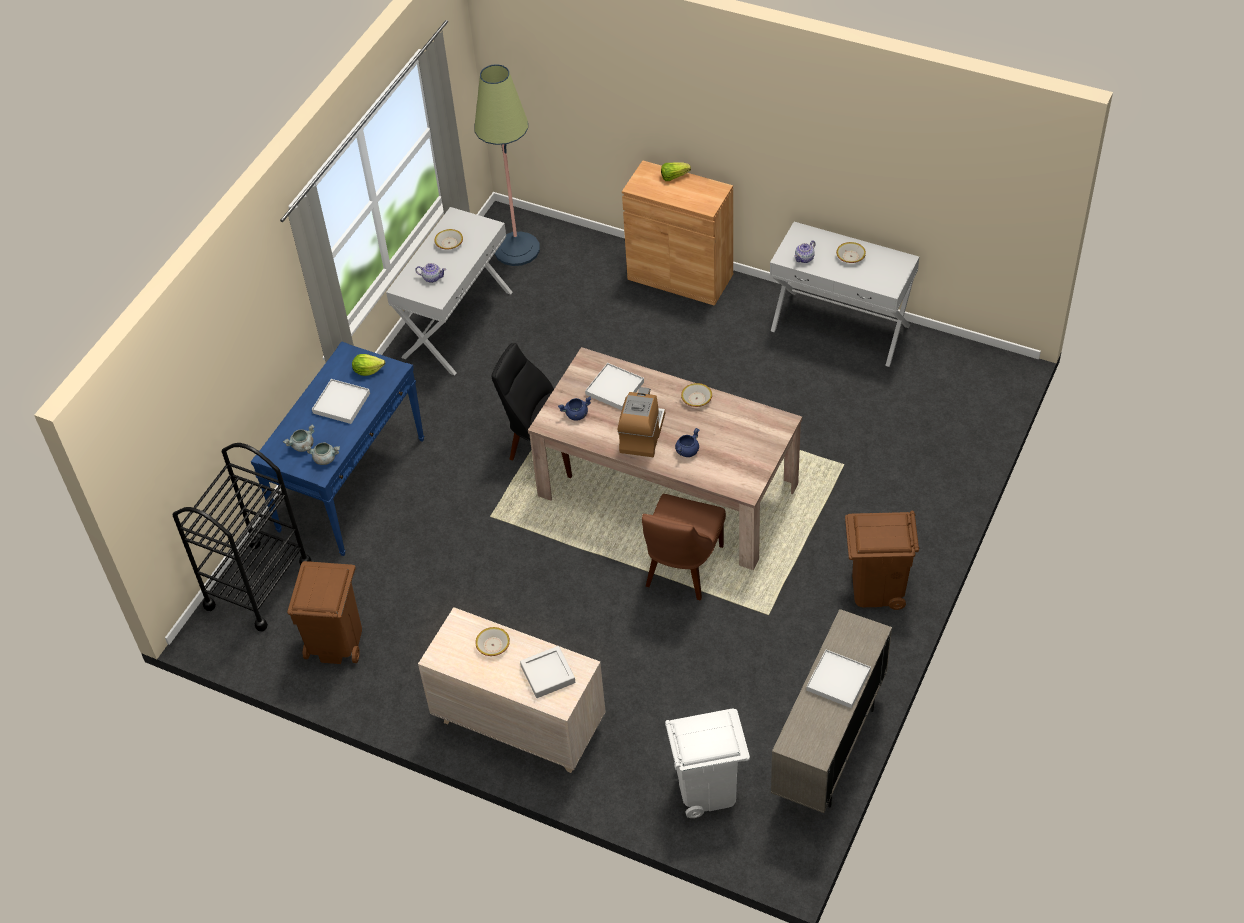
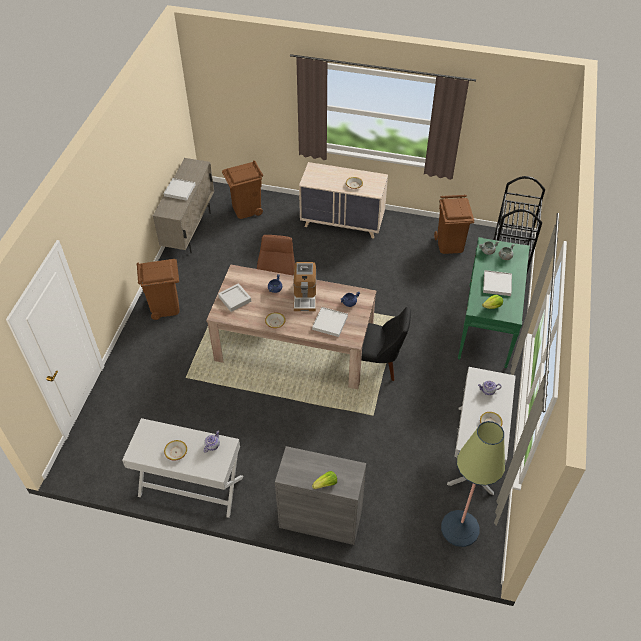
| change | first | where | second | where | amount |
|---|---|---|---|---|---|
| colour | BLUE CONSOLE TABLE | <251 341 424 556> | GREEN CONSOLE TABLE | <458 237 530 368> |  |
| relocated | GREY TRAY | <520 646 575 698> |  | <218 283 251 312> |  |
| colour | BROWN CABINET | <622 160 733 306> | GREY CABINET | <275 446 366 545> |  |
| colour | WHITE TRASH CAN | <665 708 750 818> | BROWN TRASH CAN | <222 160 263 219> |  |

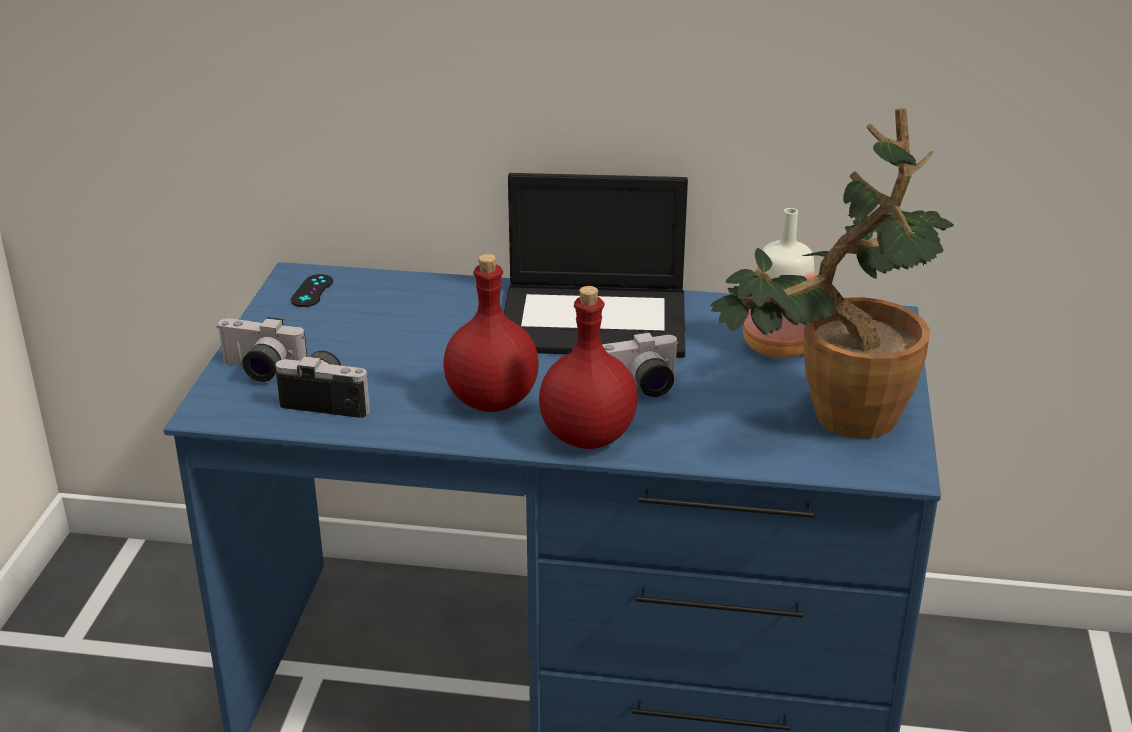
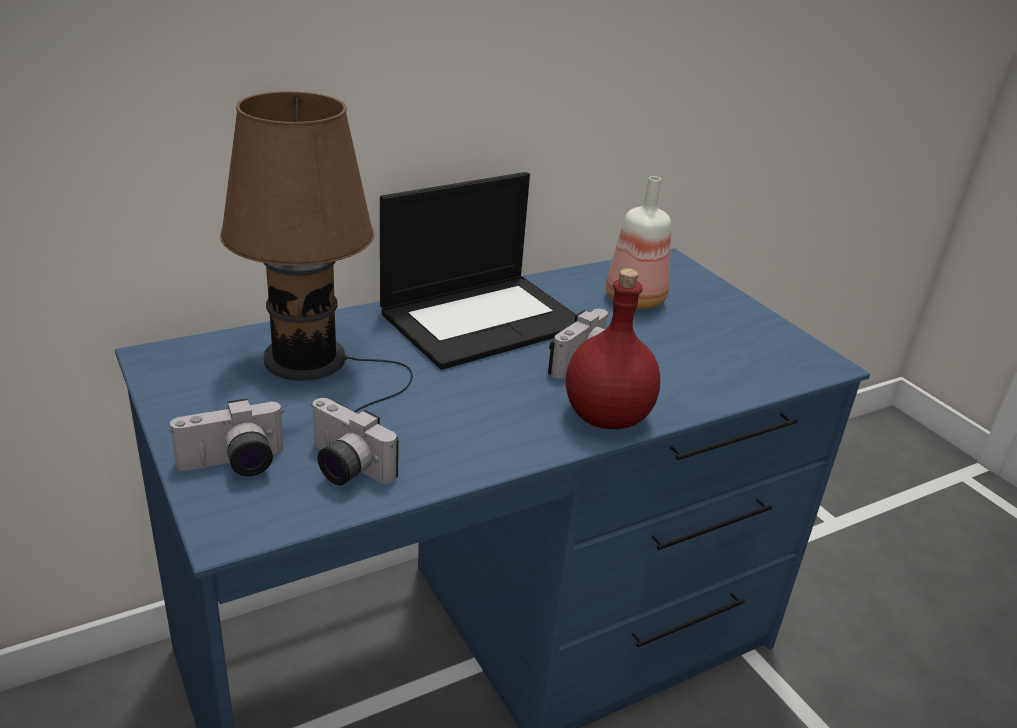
| change | first | where | second | where | amount |
|---|---|---|---|---|---|
| spun | PHOTO CAMERA | <276 351 370 418> |  | <311 398 399 485> | 120 degrees counterclockwise |
| missing | BLACK GAME CONTROLLER | <290 274 333 307> |  |  |  |
| missing | RED BOTTLE | <443 254 539 412> |  |  |  |
| missing | POTTED PLANT | <710 108 954 439> |  |  |  |
| appeared |  |  | BROWN TABLE LAMP | <220 91 413 412> |  |

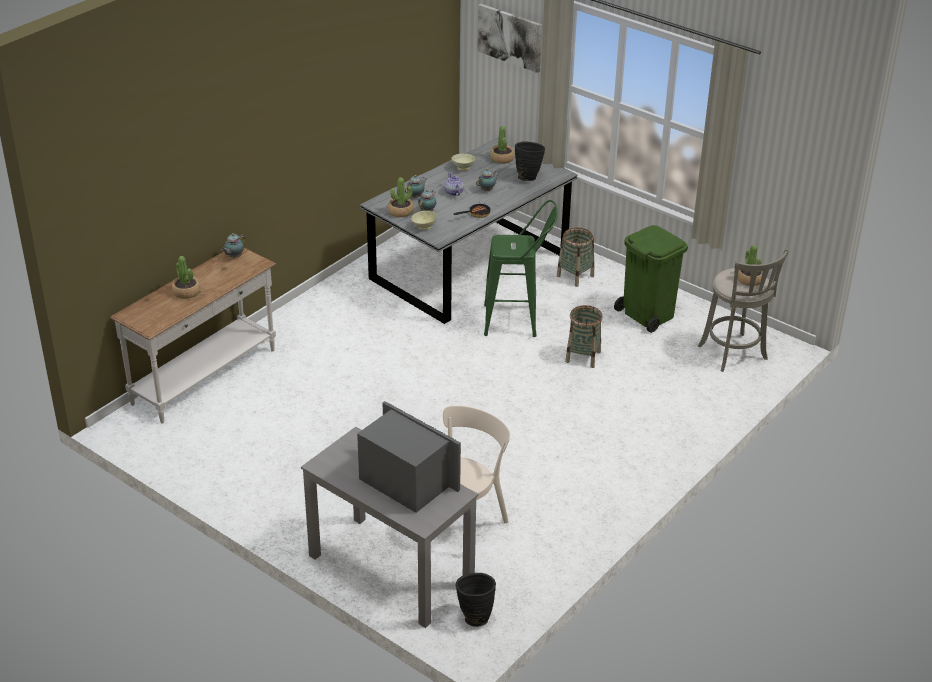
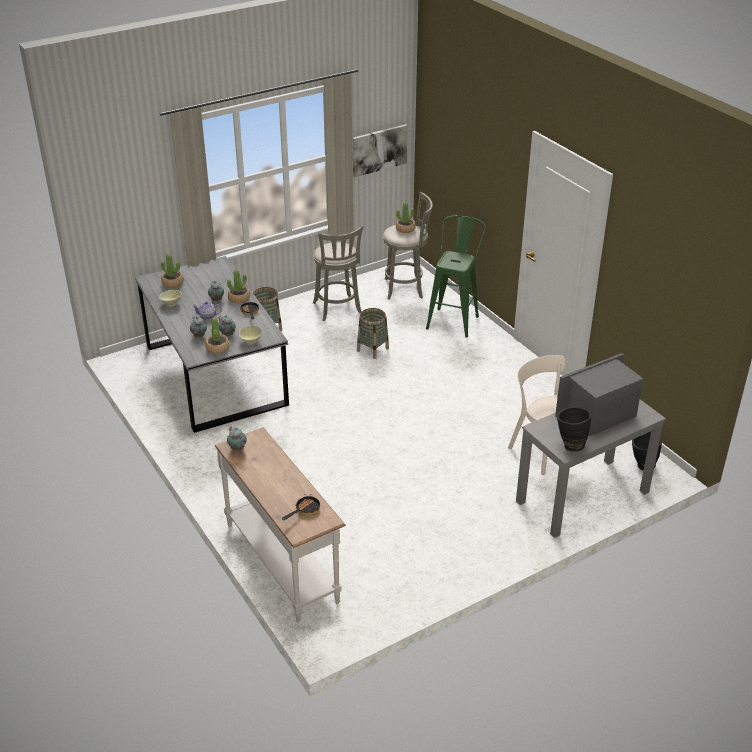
| change | first | where | second | where | amount |
|---|---|---|---|---|---|
| relocated | POTTED PLANT | <172 256 201 299> |  | <227 269 250 303> |  |
| relocated | PICTURE | <477 4 542 73> |  | <353 124 407 177> |  |
| relocated | GREEN STOOL | <484 200 558 337> |  | <426 215 486 338> |  |
| relocated | BLACK VASE | <515 141 545 181> |  | <557 407 591 452> |  |
| exchanged | GREEN TRASH CAN | <614 225 688 333> | GREY STOOL | <313 225 364 321> |  |
| appeared |  |  | FRYING PAN | <282 496 320 520> |  |

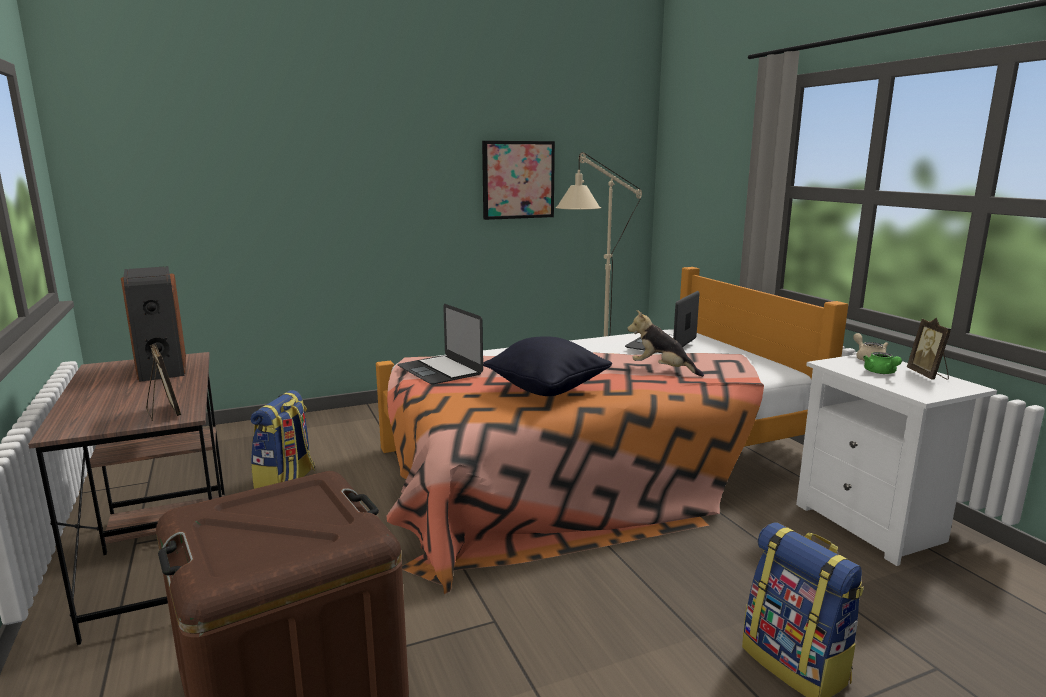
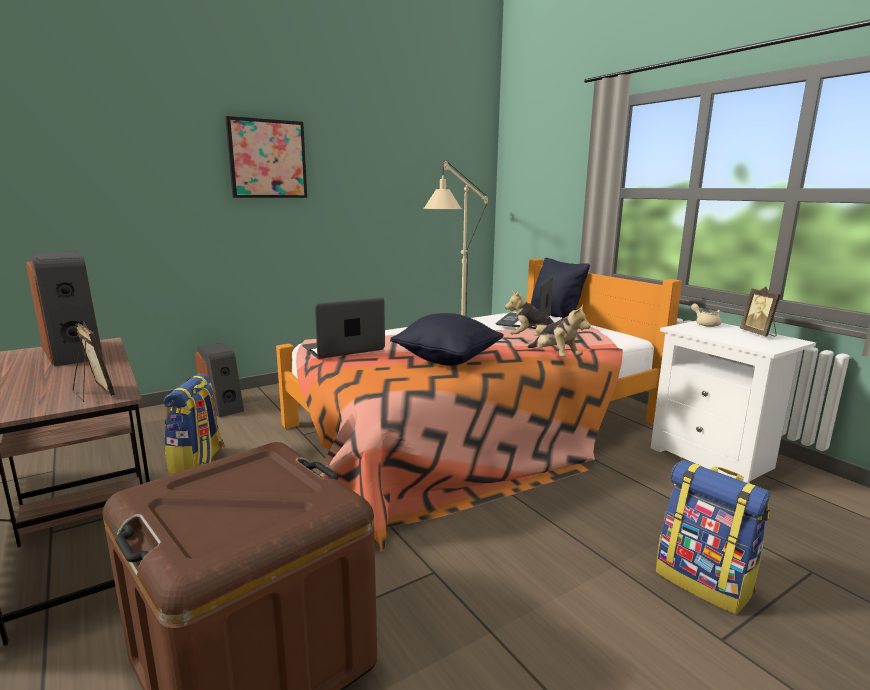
| change | first | where | second | where | amount |
|---|---|---|---|---|---|
| spun | LAPTOP | <397 304 483 384> |  | <302 297 385 359> | 105 degrees clockwise |
| relocated | PICTURE | <482 141 555 220> |  | <225 116 307 198> |  |
| missing | GREEN TEAPOT | <863 352 902 374> |  |  |  |
| appeared |  |  | SPEAKER | <195 343 244 417> |  |
| appeared |  |  | PLUSH TOY | <528 305 591 357> |  |
| appeared |  |  | BLACK PILLOW | <531 258 590 318> |  |

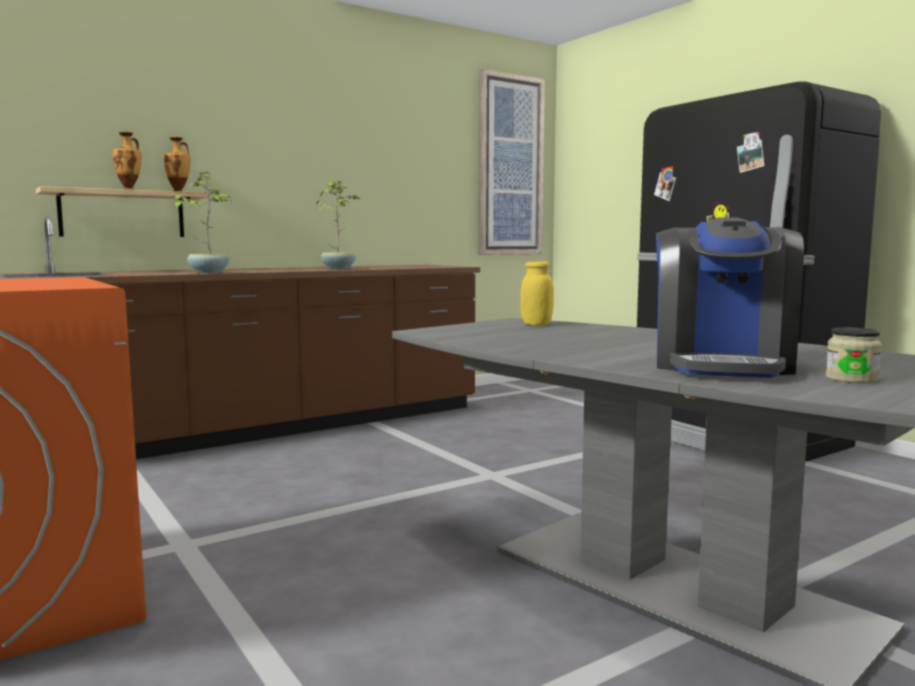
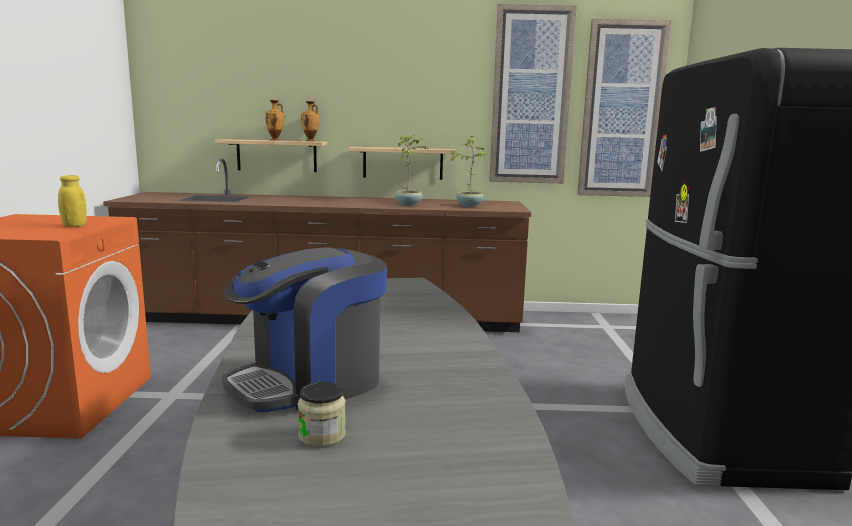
| change | first | where | second | where | amount |
|---|---|---|---|---|---|
| relocated | POTTED PLANT | <170 172 232 273> |  | <449 136 487 207> |  |
| relocated | YELLOW JAR | <520 261 554 326> |  | <58 175 87 227> |  |
| appeared |  |  | SHELF | <348 147 456 180> |  |
| appeared |  |  | PICTURE | <489 4 577 183> |  |

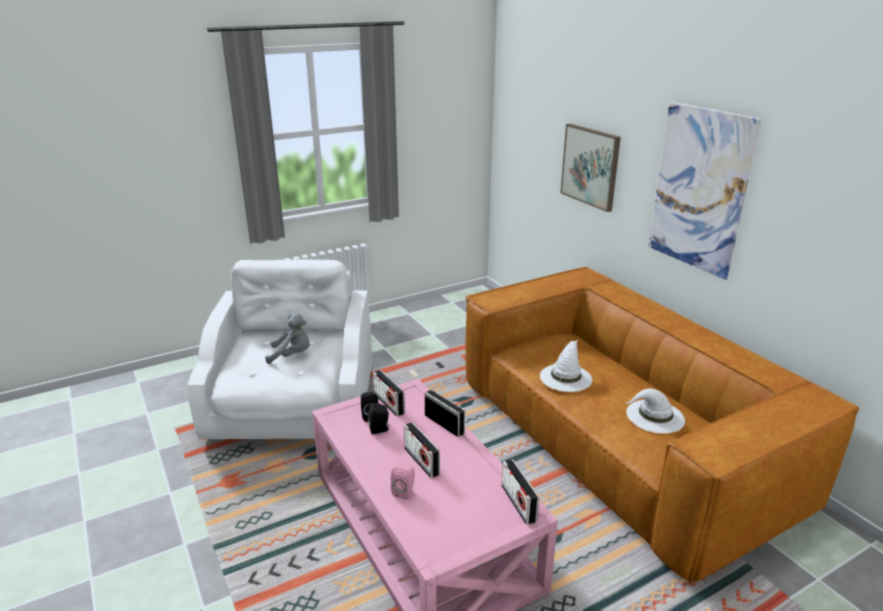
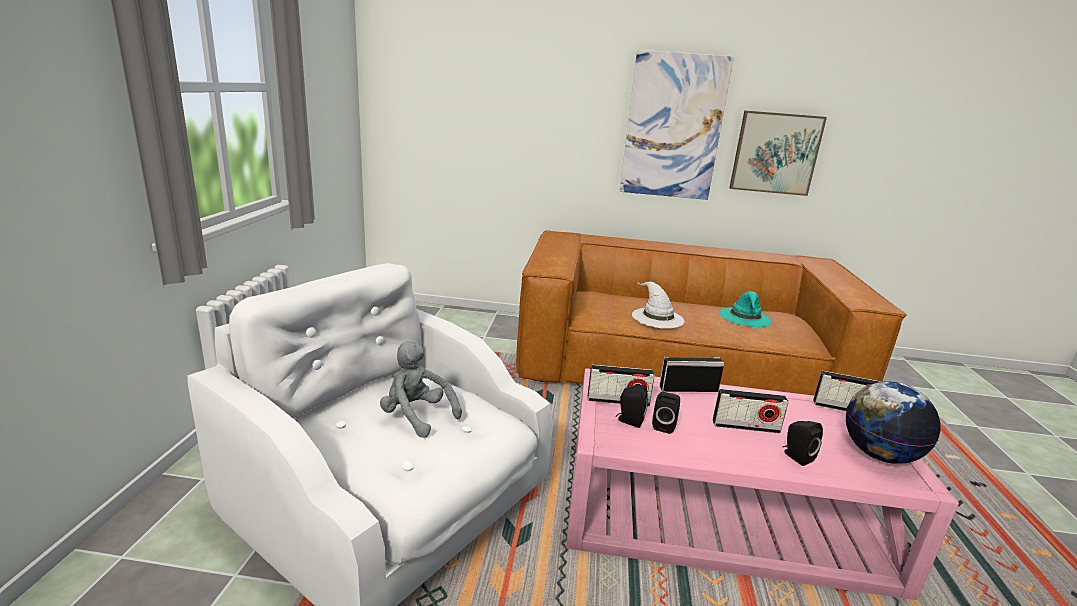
| change | first | where | second | where | amount |
|---|---|---|---|---|---|
| spun | GREY PLUSH TOY | <265 313 310 364> |  | <380 341 462 438> | 90 degrees counterclockwise |
| colour | PINK SPEAKER | <391 464 415 500> | BLACK SPEAKER | <783 421 823 466> |  |
| relocated | PICTURE | <560 124 621 212> |  | <729 110 827 196> |  |
| colour | WHITE HAT | <626 388 685 434> | TURQUOISE HAT | <719 291 772 327> |  |
| appeared |  |  | GLOBE | <846 382 941 464> |  |

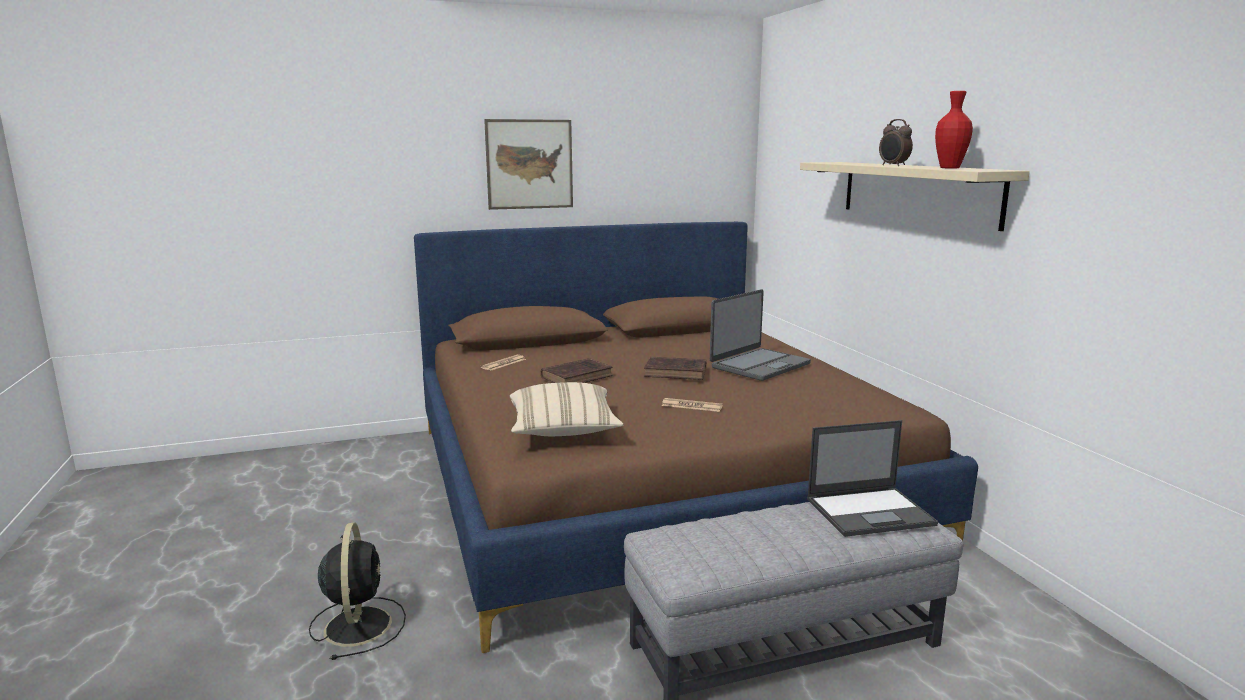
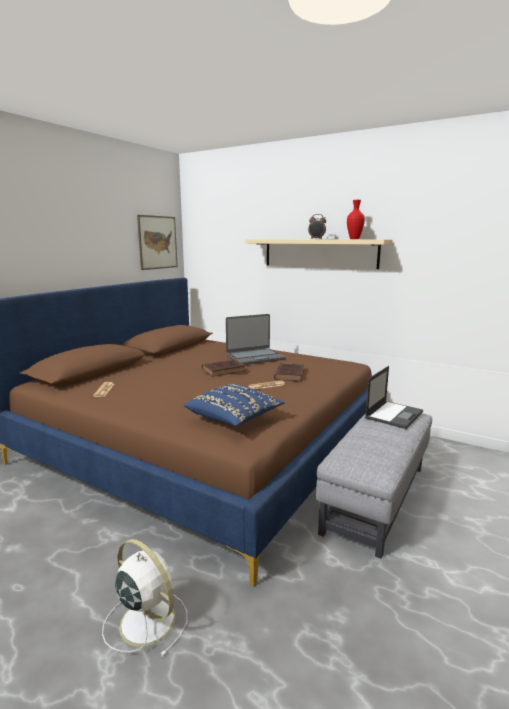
| change | first | where | second | where | amount |
|---|---|---|---|---|---|
| colour | BLACK FAN | <309 523 406 660> | WHITE FAN | <102 539 187 657> |  |
| relocated | PICTURE | <484 119 573 210> |  | <137 215 178 270> |  |
| colour | BEIGE PILLOW | <510 382 623 436> | BLUE PILLOW | <184 384 285 426> |  |
| relocated | BROWN BOOK | <541 358 613 383> |  | <274 363 304 382> |  |
| spun | LAPTOP | <710 289 811 381> |  | <226 314 286 365> | 60 degrees clockwise |

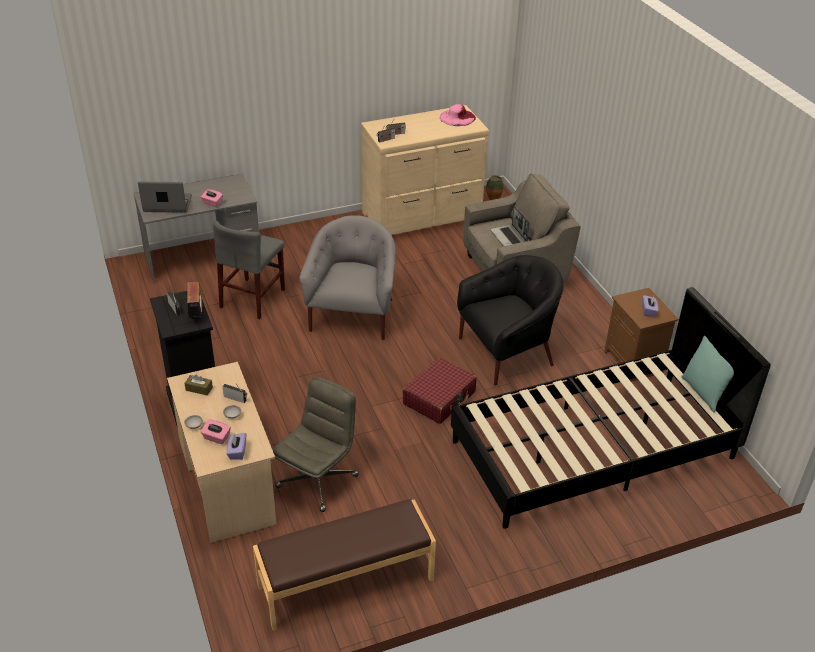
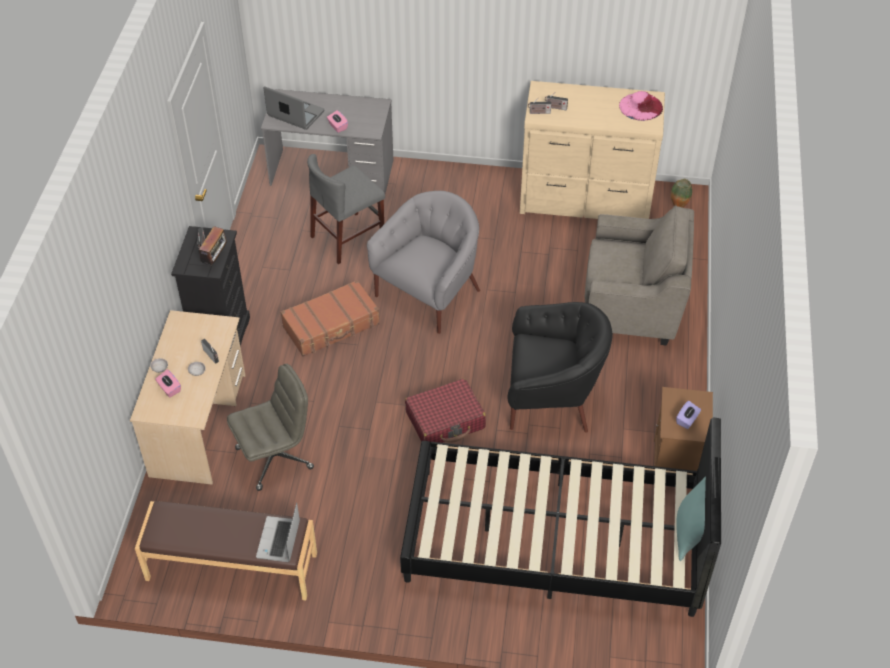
| change | first | where | second | where | amount |
|---|---|---|---|---|---|
| missing | BROWN TISSUE BOX | <185 374 213 395> |  |  |  |
| missing | PURPLE TISSUE BOX | <227 433 246 460> |  |  |  |
| relocated | LAPTOP | <490 205 530 246> |  | <256 503 300 562> |  |
| appeared |  |  | BROWN SUITCASE | <281 280 380 357> |  |

